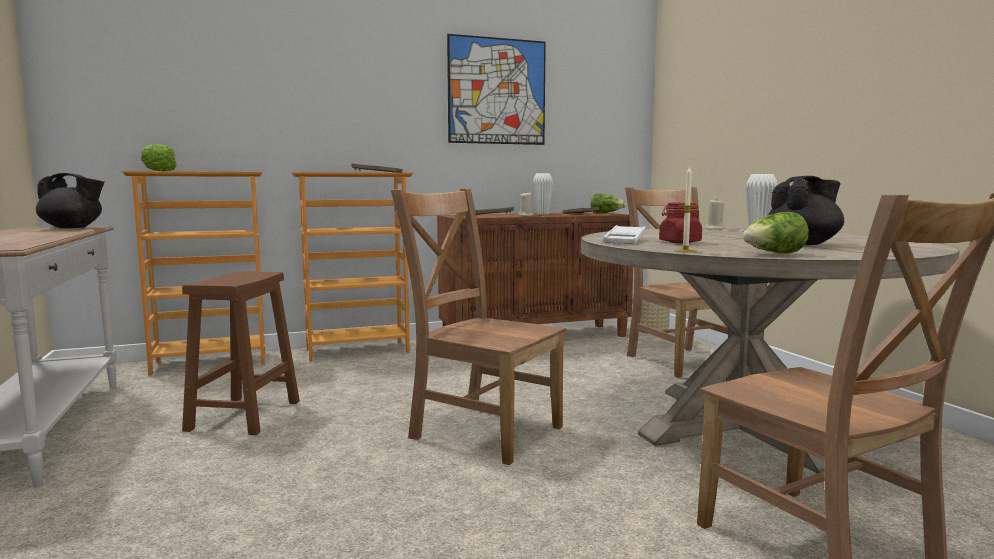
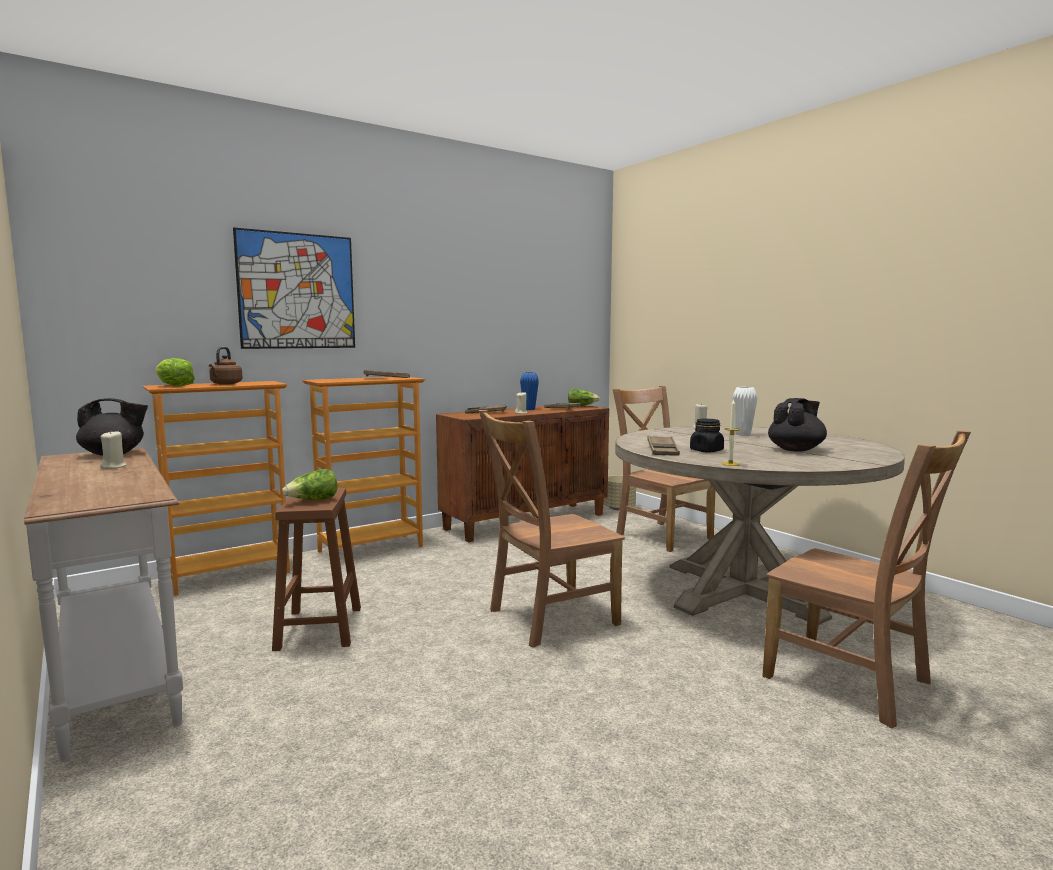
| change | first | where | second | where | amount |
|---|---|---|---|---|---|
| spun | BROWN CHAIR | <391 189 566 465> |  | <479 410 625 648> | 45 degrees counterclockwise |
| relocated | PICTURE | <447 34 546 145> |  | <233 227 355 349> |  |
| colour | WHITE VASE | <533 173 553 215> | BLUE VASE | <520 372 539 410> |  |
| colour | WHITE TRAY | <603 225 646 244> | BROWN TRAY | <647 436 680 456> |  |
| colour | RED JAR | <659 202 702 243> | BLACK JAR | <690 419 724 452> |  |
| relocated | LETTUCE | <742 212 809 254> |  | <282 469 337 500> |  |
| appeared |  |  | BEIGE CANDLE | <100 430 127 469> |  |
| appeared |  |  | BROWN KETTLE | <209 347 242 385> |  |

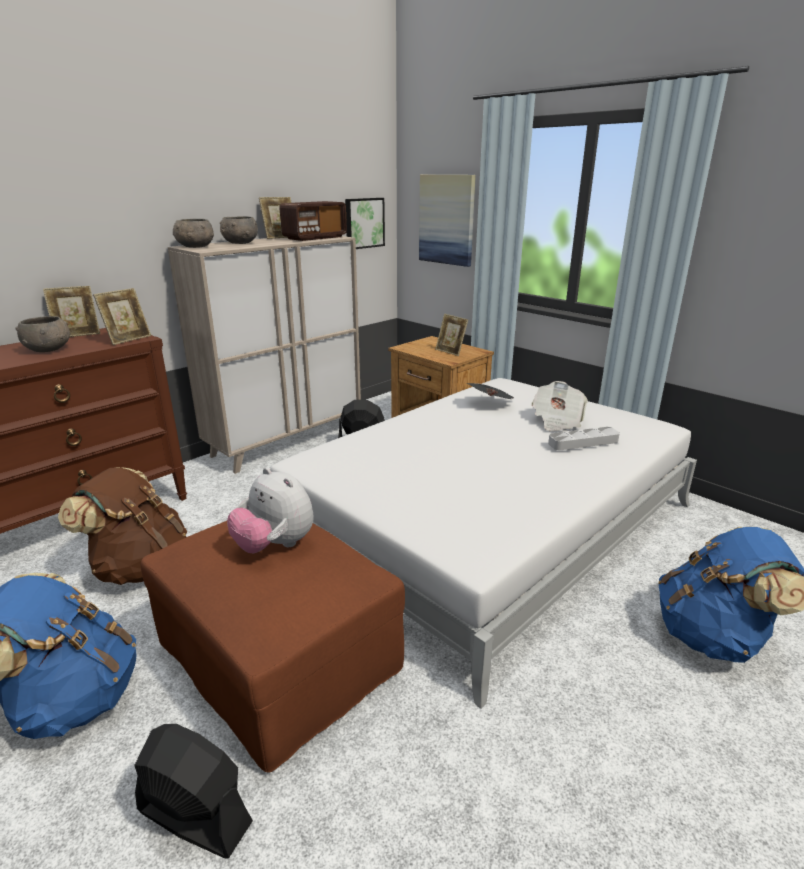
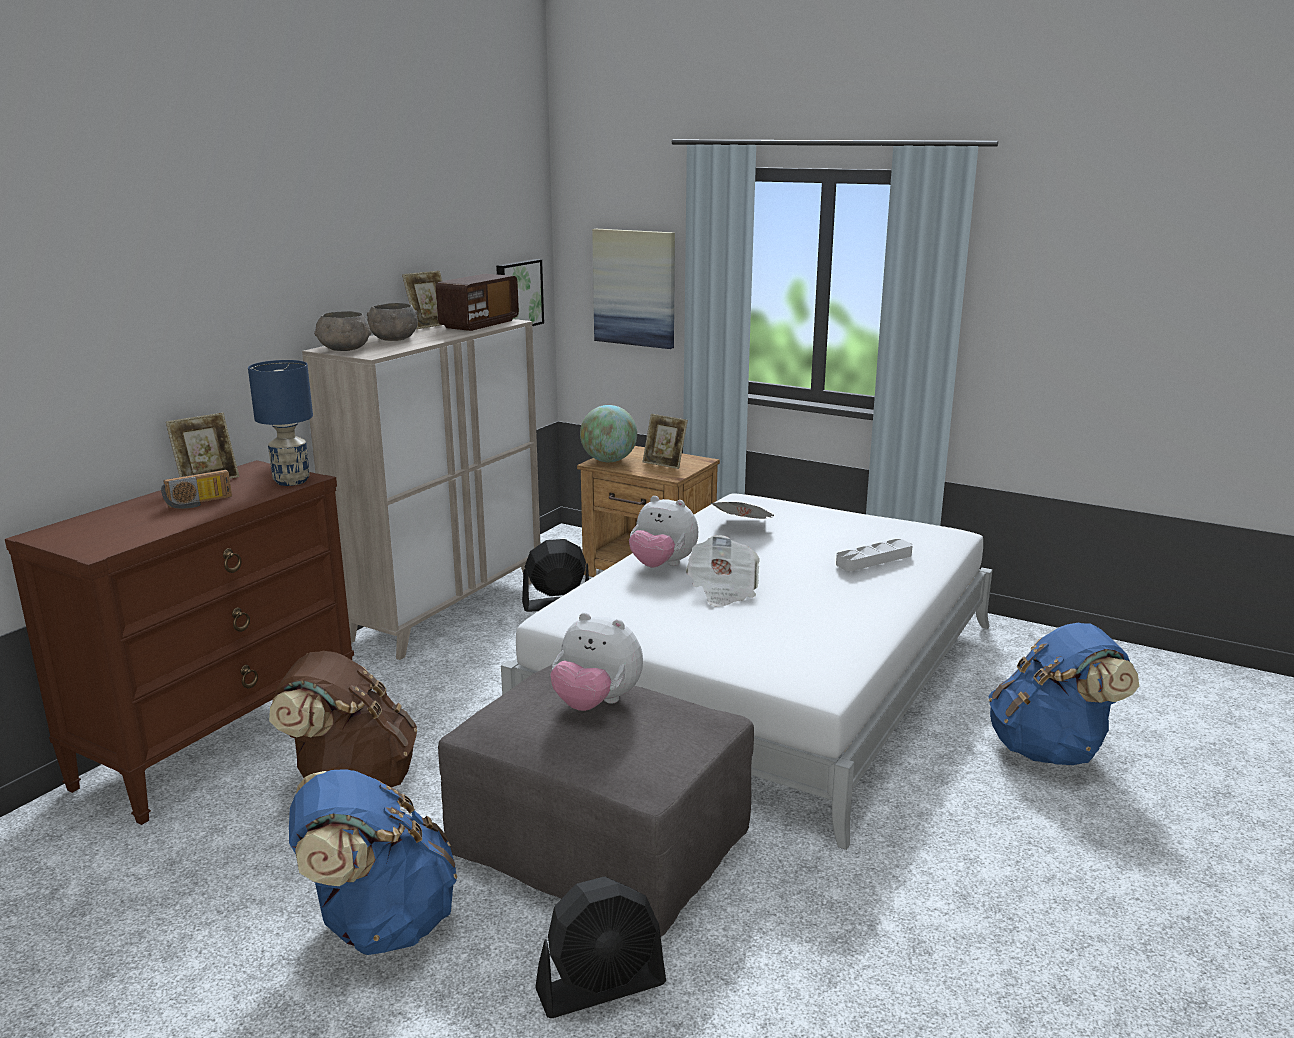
| change | first | where | second | where | amount |
|---|---|---|---|---|---|
| exchanged | GREY BOWL | <15 316 70 352> | RADIO | <161 470 232 509> |  |
| exchanged | PICTURE FRAME | <93 288 151 345> | BLUE TABLE LAMP | <248 360 313 486> |  |
| spun | BLACK FAN | <134 724 253 859> |  | <535 876 666 1018> | 150 degrees clockwise |
| colour | BROWN OTTOMAN | <141 521 405 773> | GREY OTTOMAN | <438 665 754 936> |  |
| relocated | NEWSPAPER | <532 381 588 432> |  | <686 535 760 607> |  |
| appeared |  |  | GLOBE | <580 405 637 462> |  |
| appeared |  |  | PLUSH TOY | <629 496 698 567> |  |

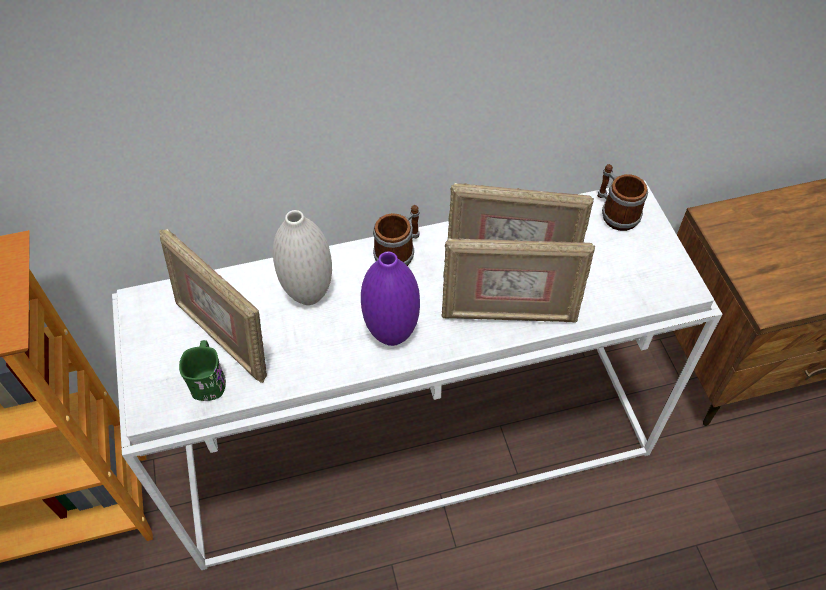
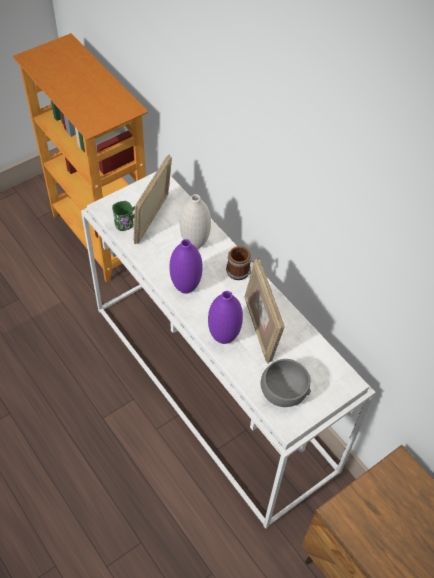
| change | first | where | second | where | amount |
|---|---|---|---|---|---|
| exchanged | PICTURE FRAME | <441 238 595 322> | PURPLE VASE | <208 291 243 344> |  |
| missing | MUG | <597 164 648 231> |  |  |  |
| appeared |  |  | GREY BOWL | <260 359 311 407> |  |

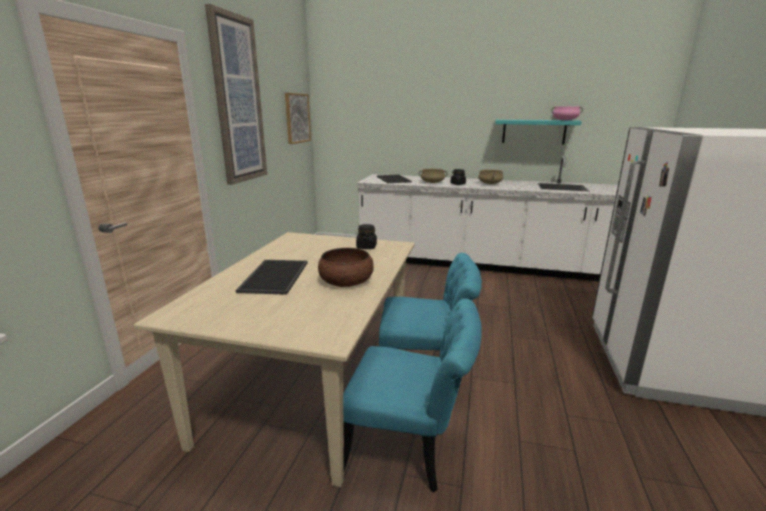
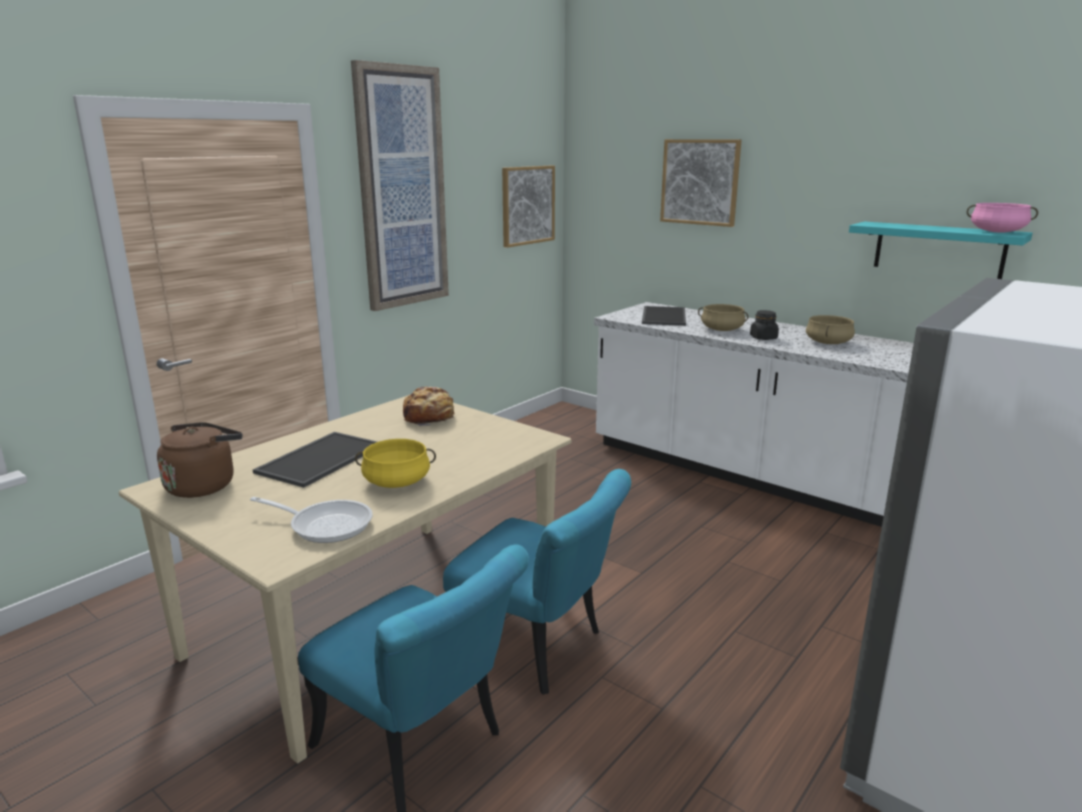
| change | first | where | second | where | amount |
|---|---|---|---|---|---|
| exchanged | BROWN BOWL | <318 248 374 287> | YELLOW COOKING POT | <355 439 436 488> |  |
| missing | BLACK JAR | <356 224 377 249> |  |  |  |
| appeared |  |  | BROWN KETTLE | <157 422 242 498> |  |
| appeared |  |  | FRYING PAN | <250 497 373 543> |  |
| appeared |  |  | BREAD | <403 387 455 427> |  |
| appeared |  |  | PICTURE | <660 139 742 227> |  |

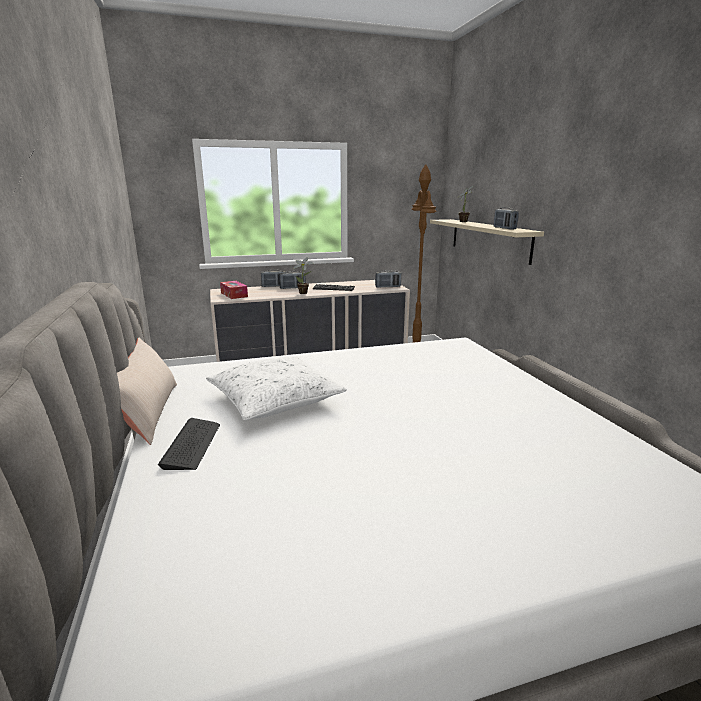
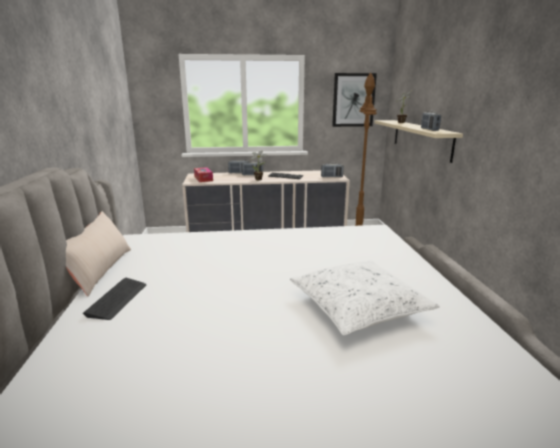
| change | first | where | second | where | amount |
|---|---|---|---|---|---|
| relocated | WHITE PILLOW | <206 356 347 420> |  | <290 260 440 335> |  |
| appeared |  |  | PICTURE | <332 73 377 127> |  |

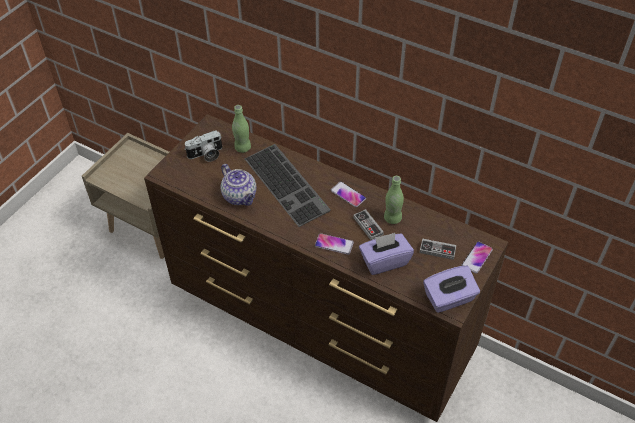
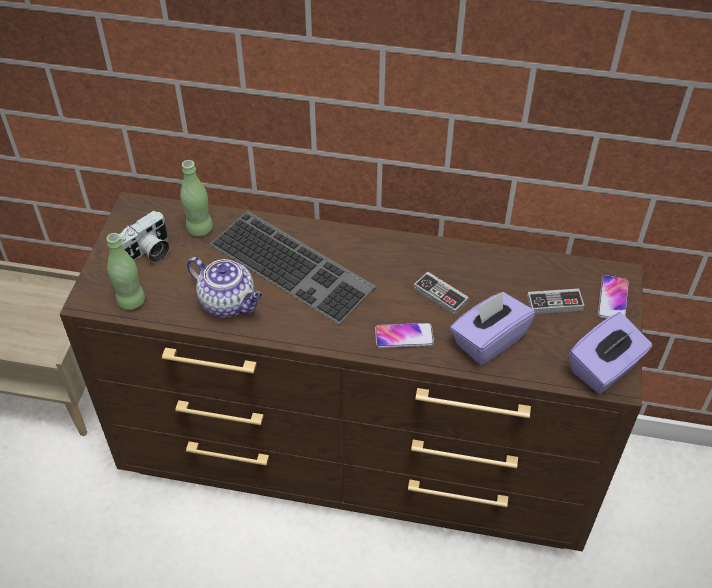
| change | first | where | second | where | amount |
|---|---|---|---|---|---|
| missing | PHONE | <331 181 366 207> |  |  |  |
| relocated | GREEN BOTTLE | <384 176 404 224> |  | <107 233 145 310> |  |

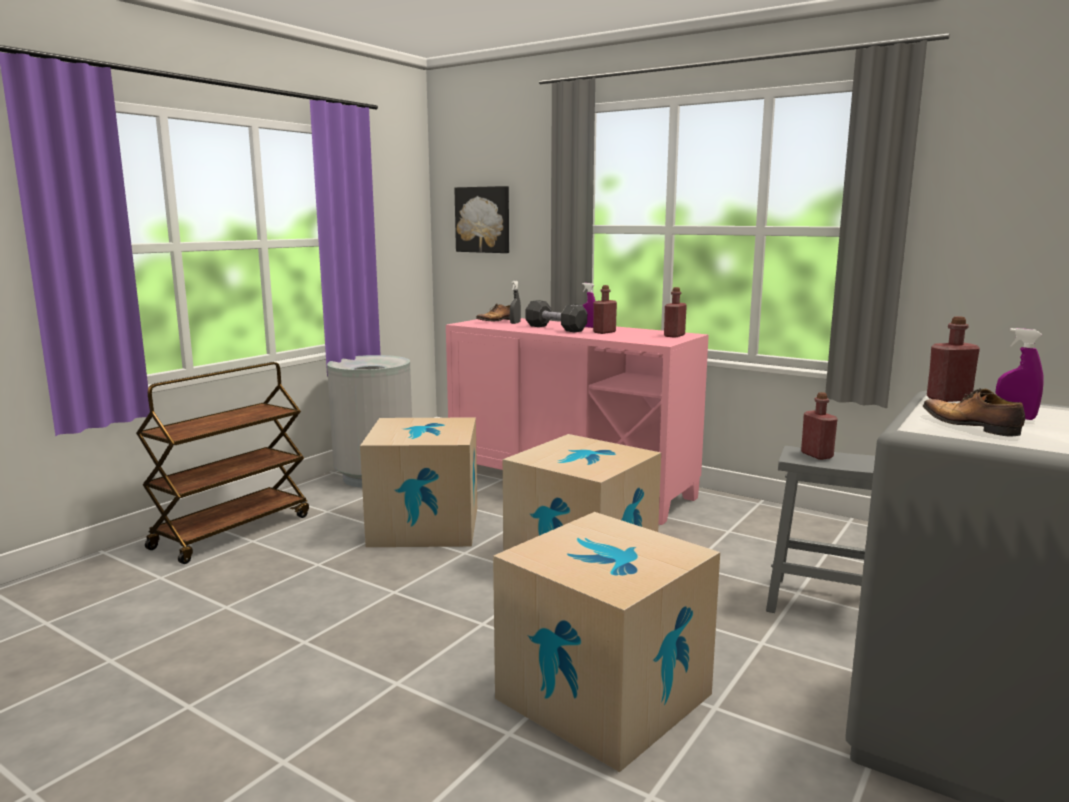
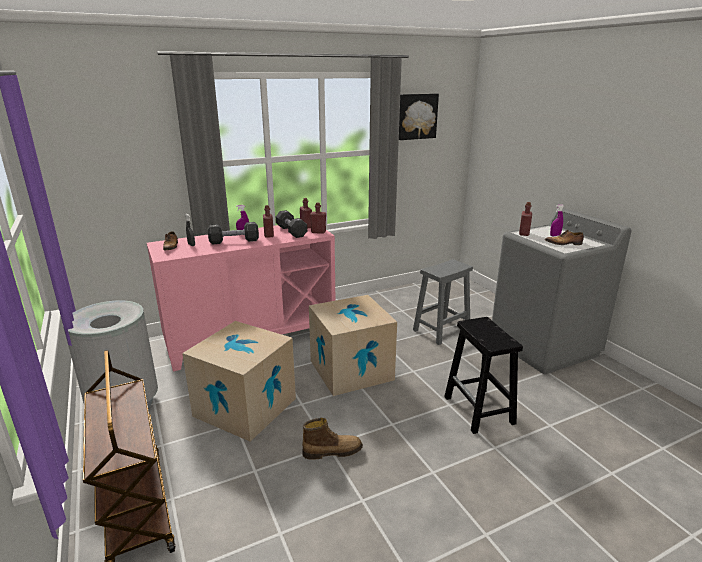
| change | first | where | second | where | amount |
|---|---|---|---|---|---|
| relocated | PICTURE | <454 186 509 253> |  | <399 94 439 140> |  |
| exchanged | CARDBOARD BOX | <493 512 720 772> | BLACK STOOL | <444 317 523 434> |  |
| relocated | RED BOTTLE | <801 392 838 460> |  | <310 202 326 234> |  |
| appeared |  |  | BLACK DUMBBELL | <276 210 307 238> |  |
| appeared |  |  | BOOT | <302 418 363 460> |  |

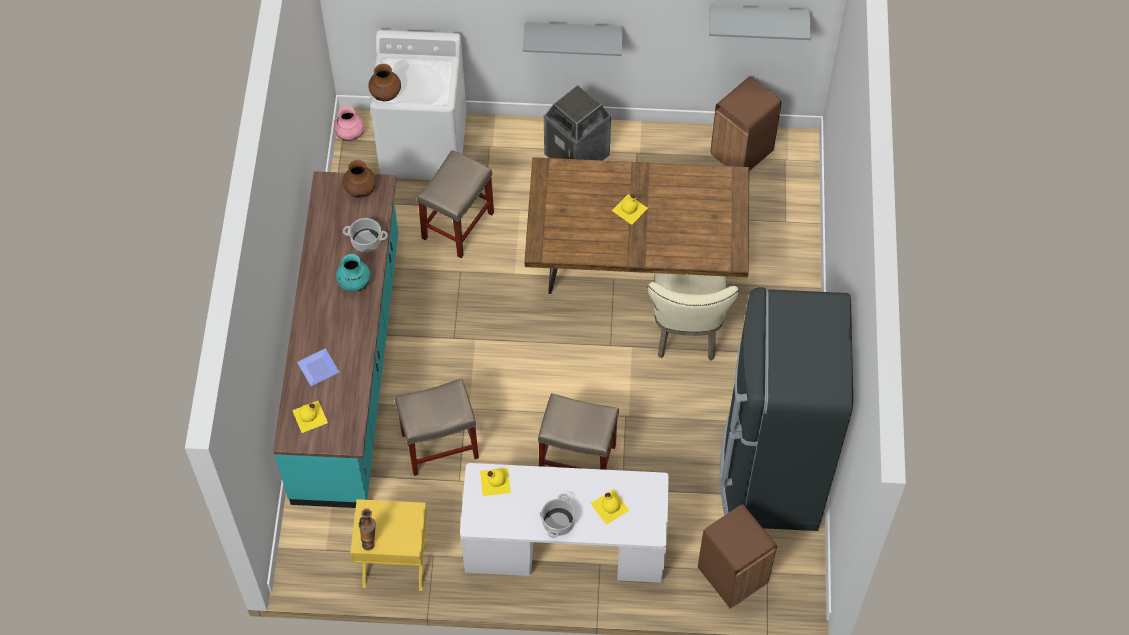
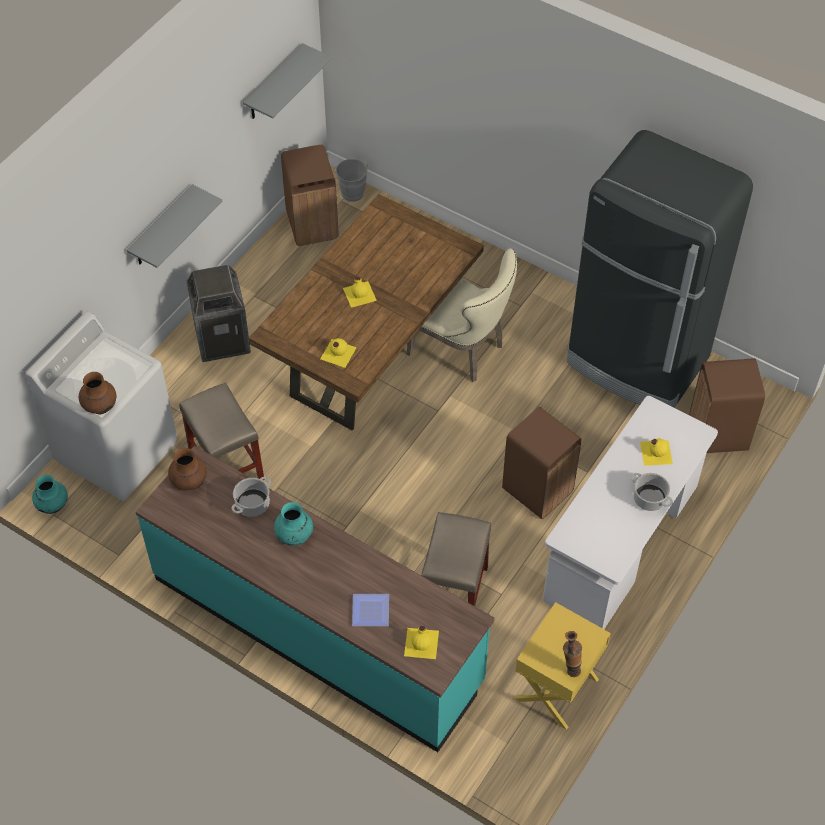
| change | first | where | second | where | amount |
|---|---|---|---|---|---|
| colour | PINK VASE | <334 107 365 141> | TURQUOISE VASE | <32 475 68 514> |  |
| relocated | YELLOW BOTTLE | <480 468 511 496> |  | <320 338 357 368> |  |
| exchanged | BEIGE STOOL | <538 393 619 470> | BROWN TRASH CAN | <502 407 582 519> |  |
| appeared |  |  | GREY BUCKET | <333 159 368 202> |  |

